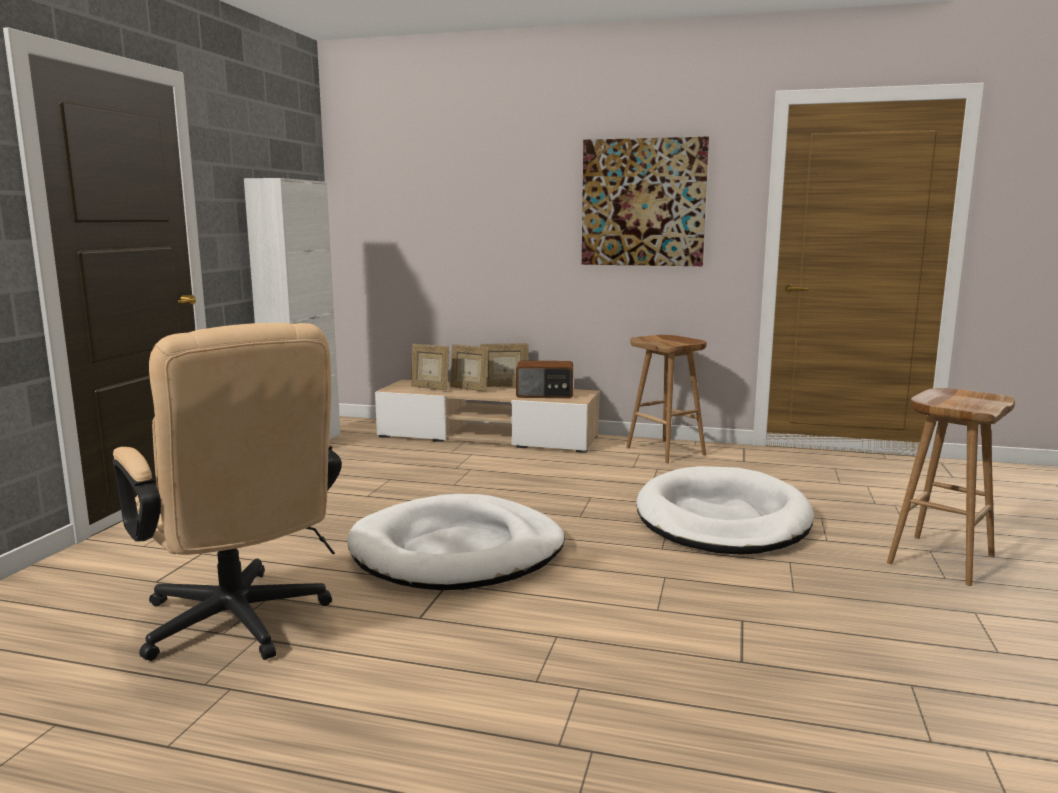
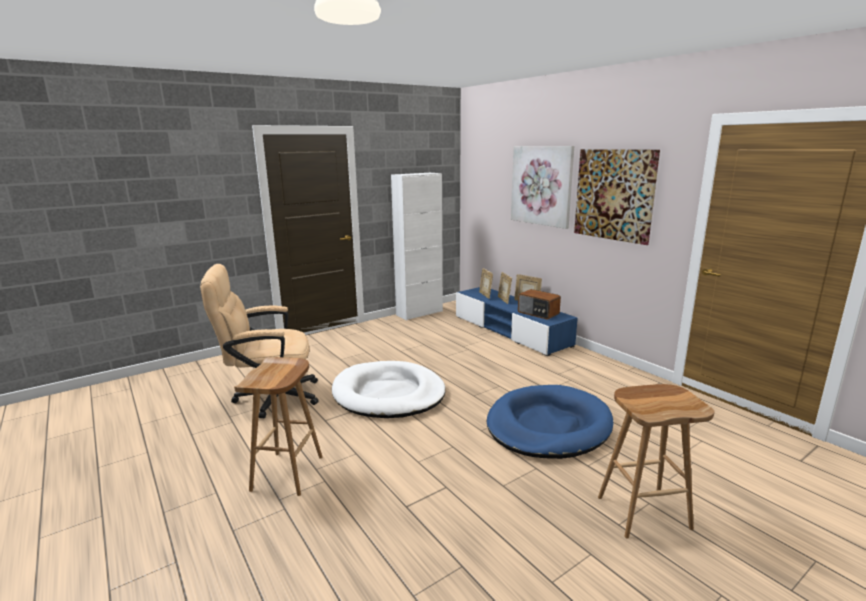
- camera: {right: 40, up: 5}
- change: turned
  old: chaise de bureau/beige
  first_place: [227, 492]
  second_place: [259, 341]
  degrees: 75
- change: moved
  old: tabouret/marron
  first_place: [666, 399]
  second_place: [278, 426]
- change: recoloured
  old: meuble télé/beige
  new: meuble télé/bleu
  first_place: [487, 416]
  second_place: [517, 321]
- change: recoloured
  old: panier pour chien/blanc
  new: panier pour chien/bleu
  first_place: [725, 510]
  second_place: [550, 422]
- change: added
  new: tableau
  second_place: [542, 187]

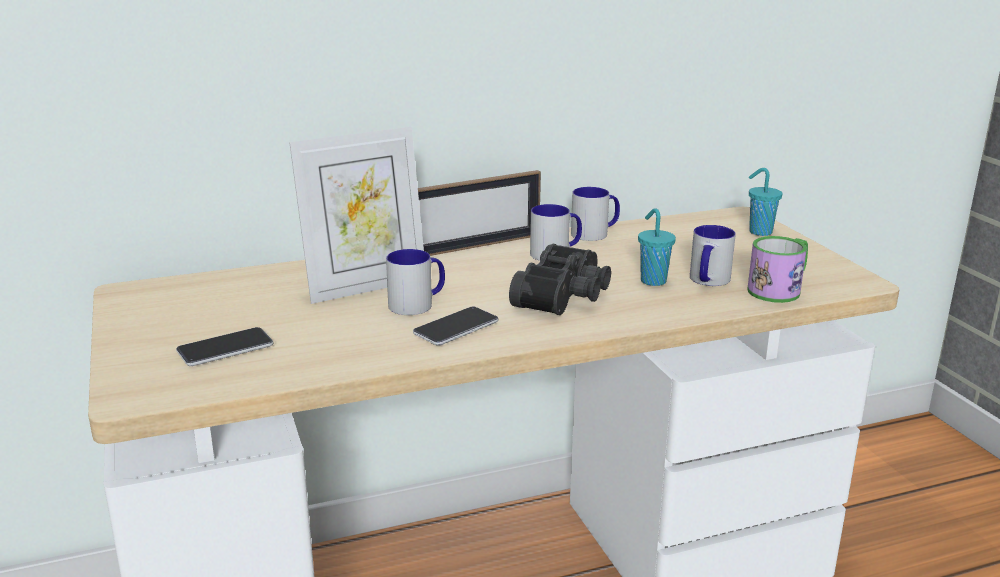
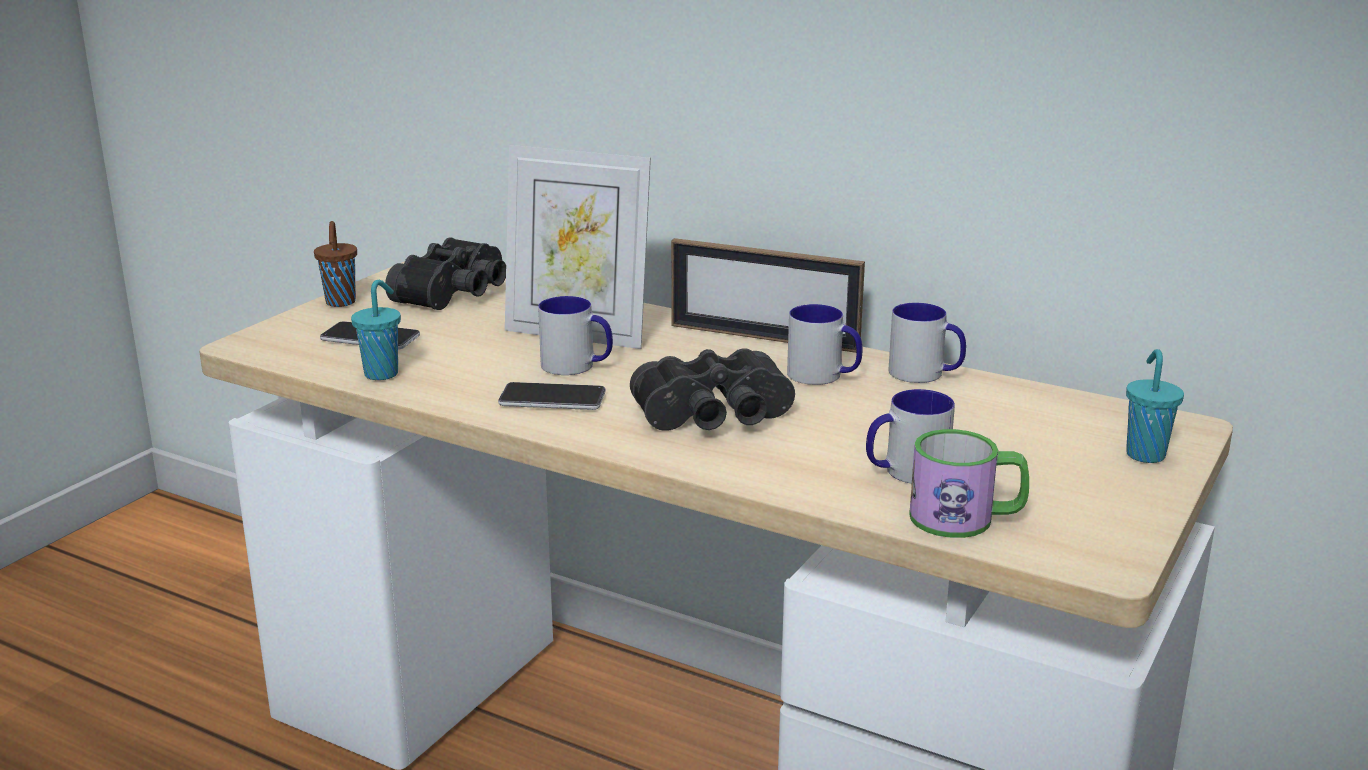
- camera: {right: 50, up: 0}
- change: added
  new: tasse/marron
  second_place: [335, 264]
- change: moved
  old: tasse/turquoise
  first_place: [657, 247]
  second_place: [376, 330]
- change: added
  new: jumelles/noir
  second_place: [445, 273]

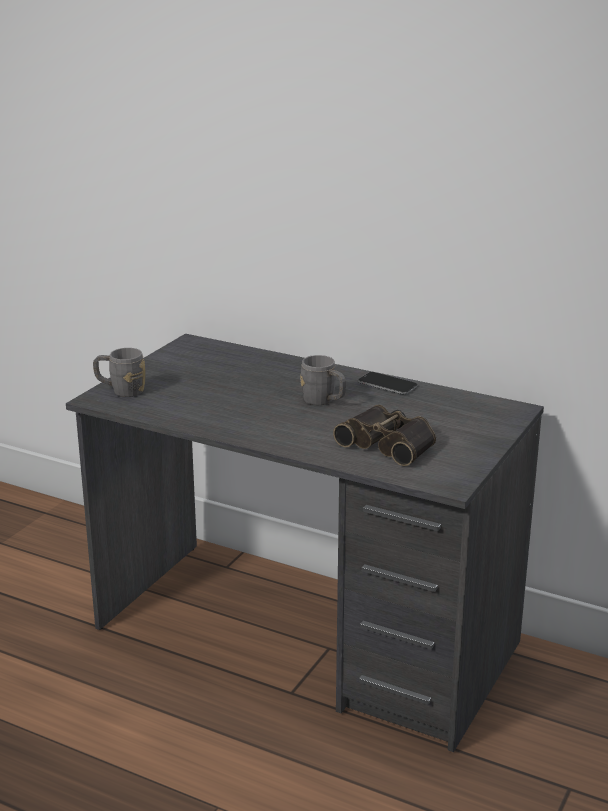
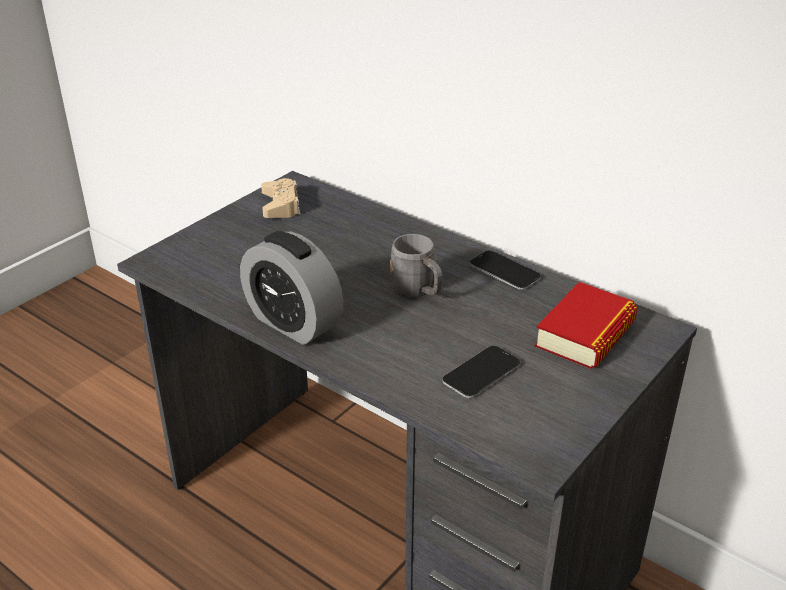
- camera: {right: 10, up: 10}
- change: added
  new: réveil
  second_place: [291, 288]
- change: added
  new: manette/beige
  second_place: [281, 198]
- change: replaced
  old: jumelles
  new: téléphone
  first_place: [384, 435]
  second_place: [481, 372]
- change: added
  new: livre
  second_place: [586, 325]
- change: removed
  old: mug/gris
  first_place: [119, 372]

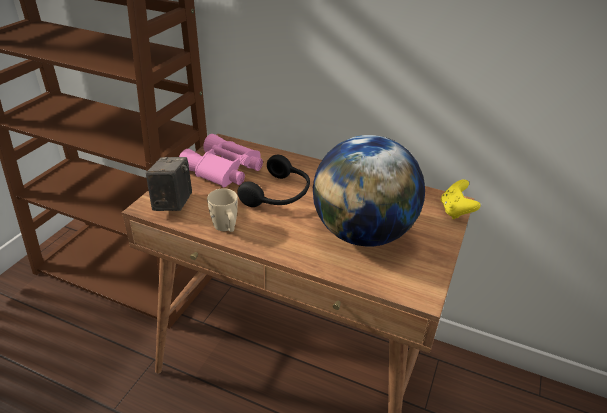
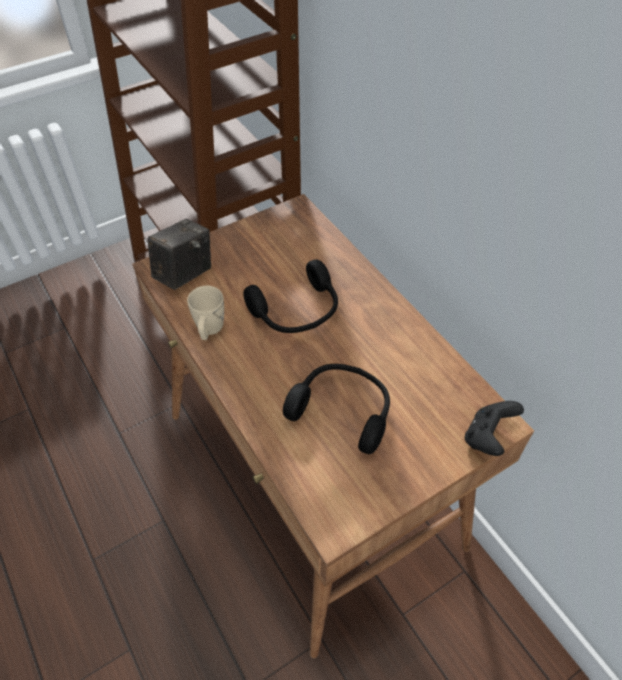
- camera: {right: 35, up: 15}
- change: replaced
  old: globe
  new: casque audio/noir
  first_place: [369, 190]
  second_place: [336, 409]
- change: recoloured
  old: manette/jaune
  new: manette/noir
  first_place: [461, 199]
  second_place: [494, 428]
- change: removed
  old: jumelles/rose
  first_place: [221, 160]

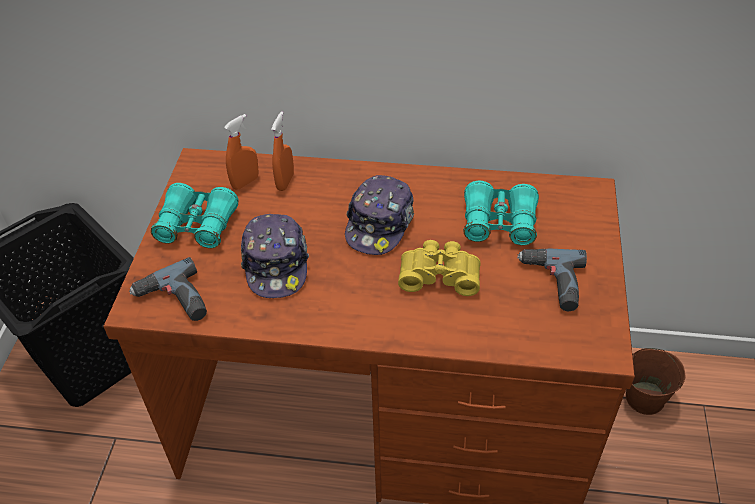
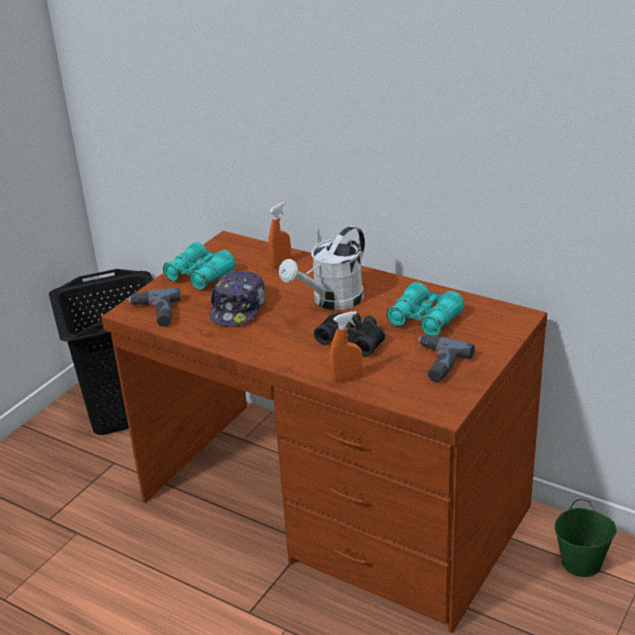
- camera: {right: 25, up: -15}
- change: replaced
  old: casquette
  new: arrosoir/blanc
  first_place: [379, 215]
  second_place: [322, 268]
- change: recoloured
  old: jumelles/jaune
  new: jumelles/noir
  first_place: [439, 268]
  second_place: [349, 333]
- change: moved
  old: vaporisateur/orange
  first_place: [241, 152]
  second_place: [346, 347]
- change: recoloured
  old: seau/marron
  new: seau/vert
  first_place: [656, 381]
  second_place: [586, 538]

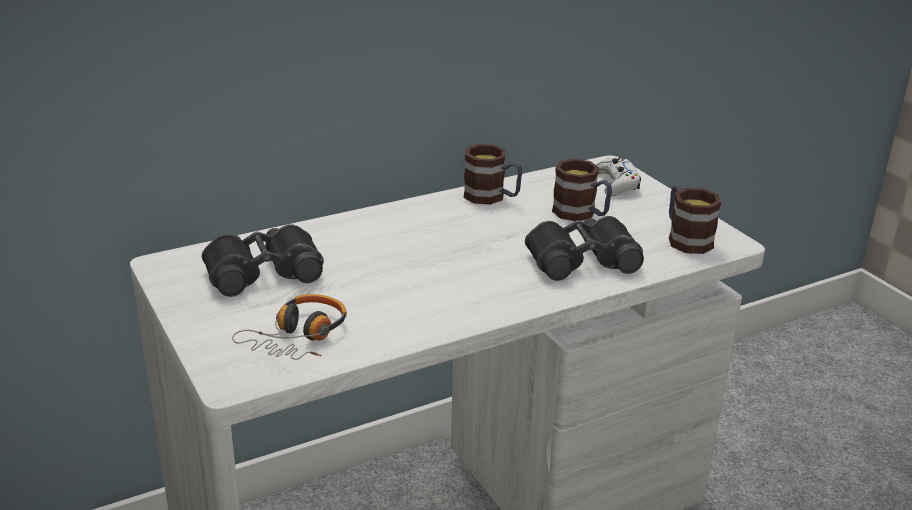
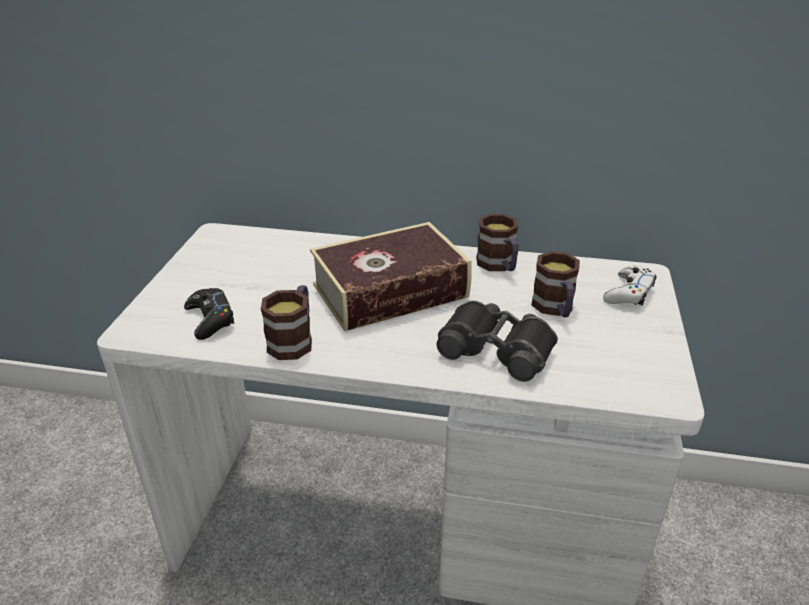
- camera: {right: 40, up: 5}
- change: replaced
  old: casque audio
  new: manette/noir
  first_place: [289, 327]
  second_place: [209, 314]
- change: moved
  old: mug
  first_place: [695, 220]
  second_place: [286, 322]
- change: added
  new: livre
  second_place: [391, 276]
- change: removed
  old: jumelles/noir
  first_place: [263, 261]

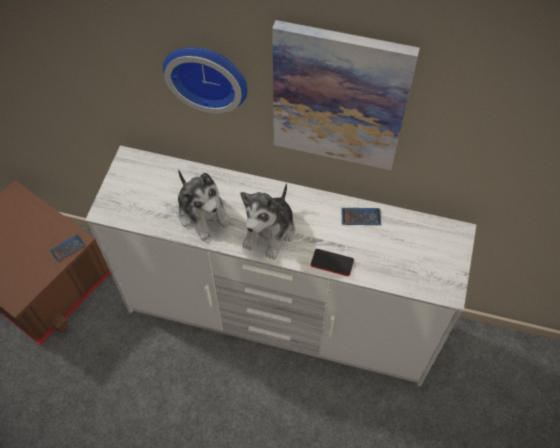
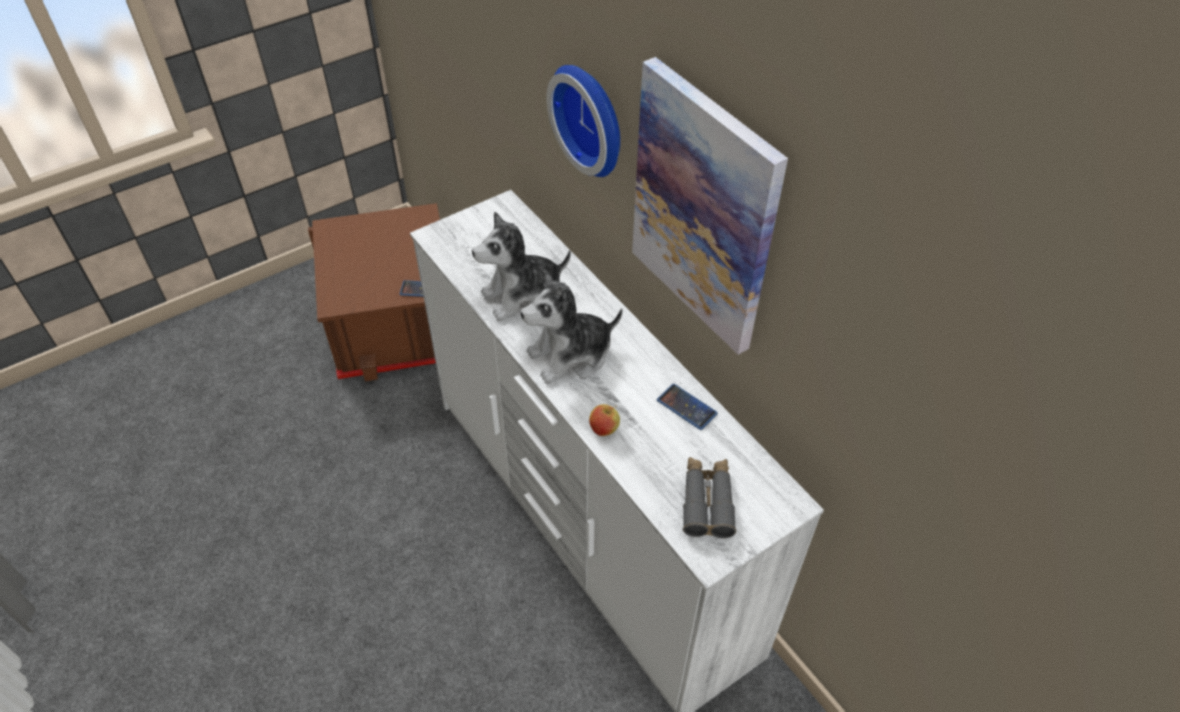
- camera: {right: 40, up: -10}
- change: turned
  old: peluche
  first_place: [205, 205]
  second_place: [521, 266]
  degrees: 60
- change: replaced
  old: téléphone
  new: pomme
  first_place: [332, 262]
  second_place: [604, 420]
- change: added
  new: jumelles/gris
  second_place: [709, 497]

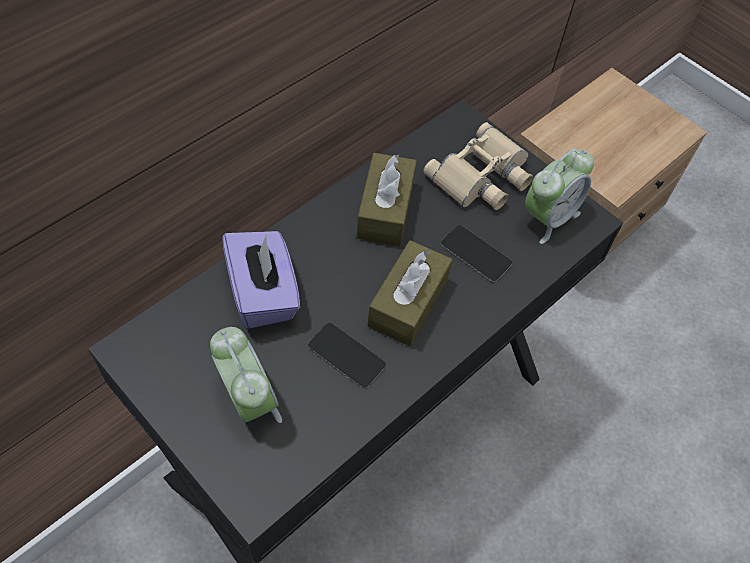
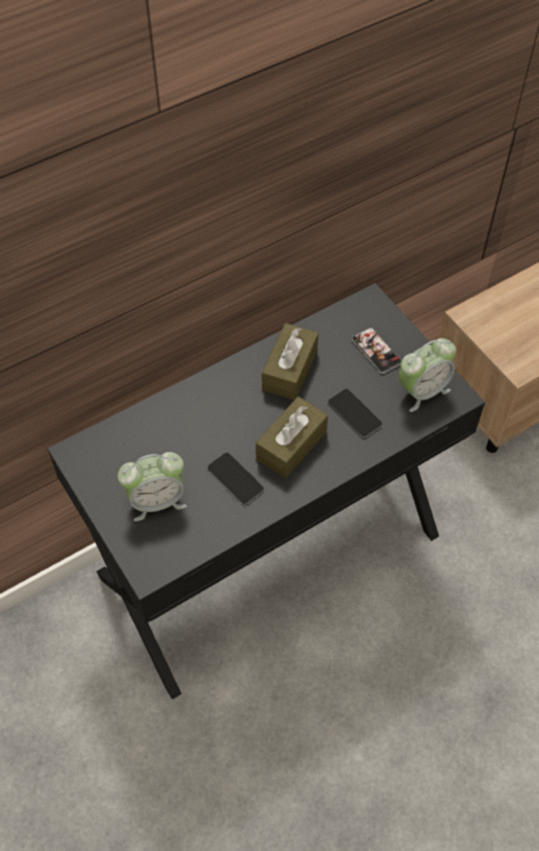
- camera: {right: 15, up: 0}
- change: turned
  old: réveil
  first_place: [246, 375]
  second_place: [152, 486]
  degrees: 90
- change: replaced
  old: jumelles/beige
  new: téléphone
  first_place: [478, 166]
  second_place: [376, 351]
- change: removed
  old: boîte à mouchoirs/violet
  first_place: [261, 280]

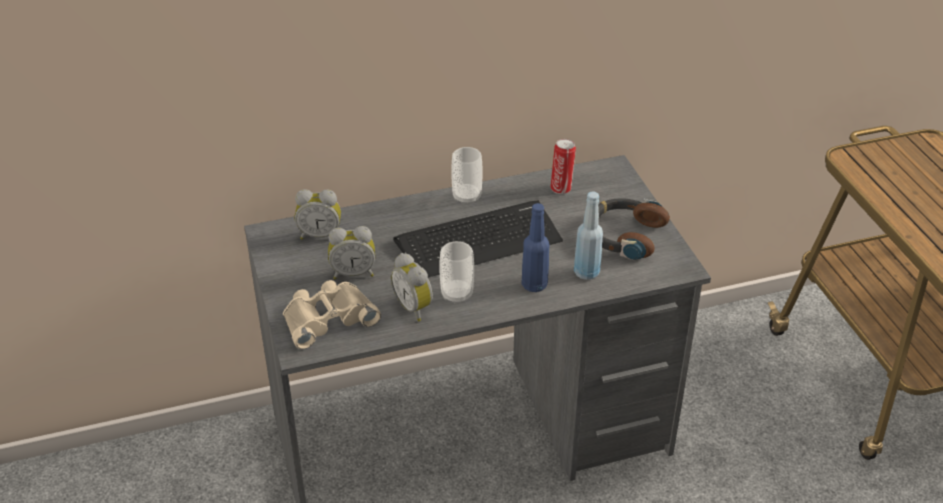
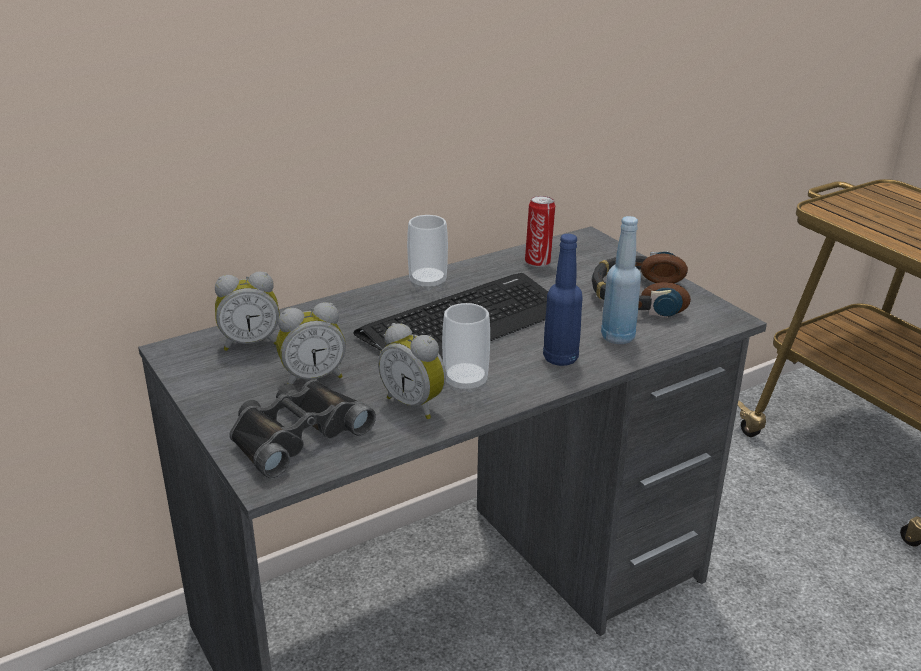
- camera: {right: -15, up: -10}
- change: recoloured
  old: jumelles/beige
  new: jumelles/noir
  first_place: [332, 314]
  second_place: [302, 429]

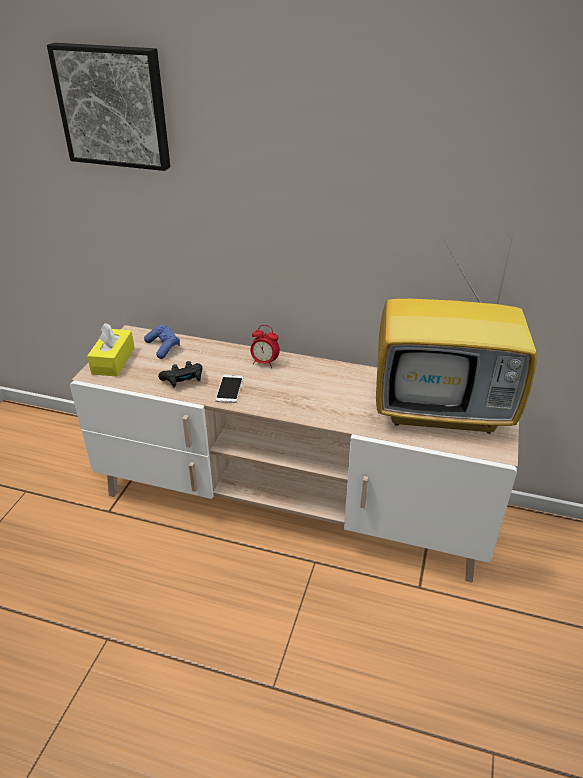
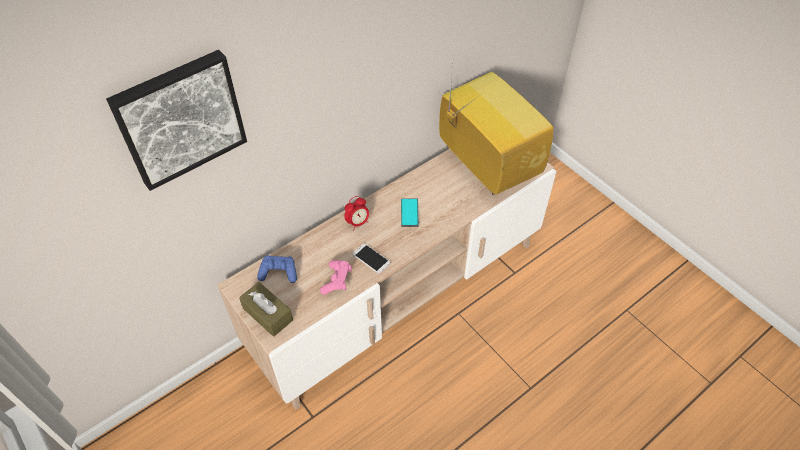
- camera: {right: -55, up: 15}
- change: recoloured
  old: boîte à mouchoirs/jaune
  new: boîte à mouchoirs/marron
  first_place: [111, 350]
  second_place: [266, 309]
- change: recoloured
  old: manette/noir
  new: manette/rose
  first_place: [180, 374]
  second_place: [336, 277]
- change: added
  new: téléphone
  second_place: [410, 212]
- change: turned
  old: téléviseur
  first_place: [456, 330]
  second_place: [496, 124]
  degrees: -75

